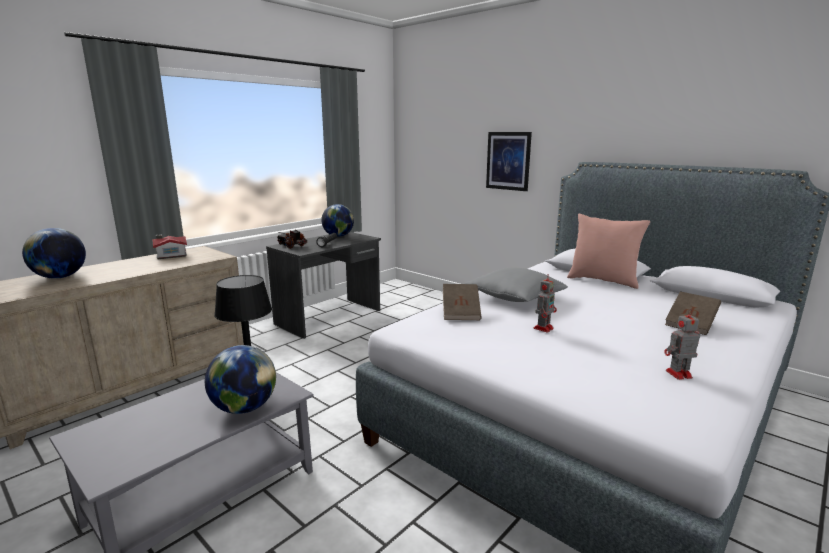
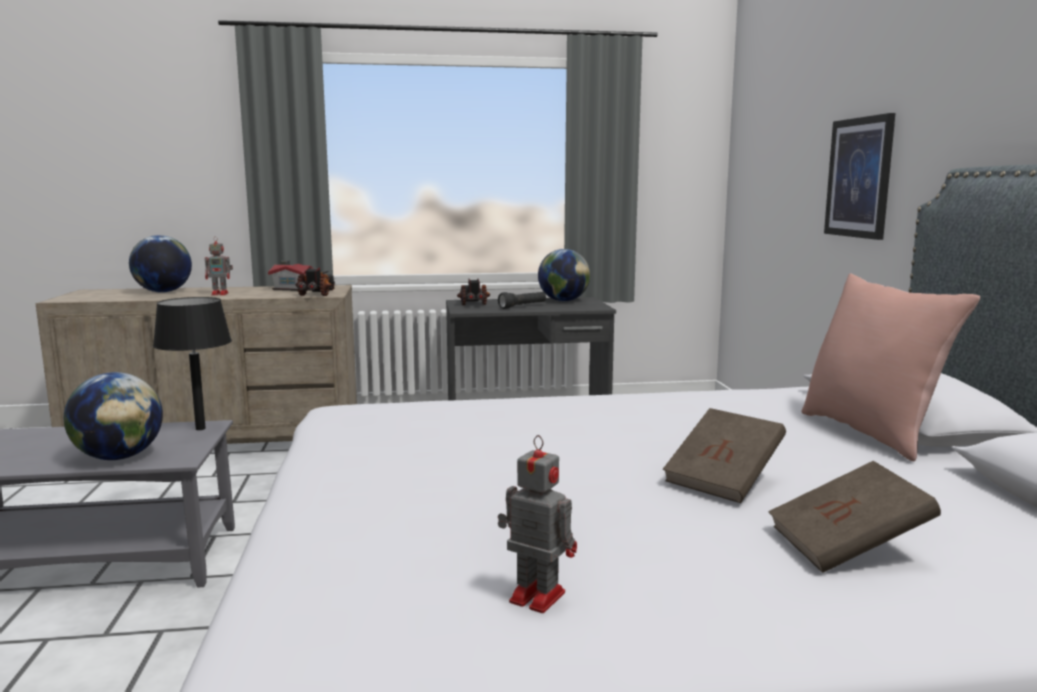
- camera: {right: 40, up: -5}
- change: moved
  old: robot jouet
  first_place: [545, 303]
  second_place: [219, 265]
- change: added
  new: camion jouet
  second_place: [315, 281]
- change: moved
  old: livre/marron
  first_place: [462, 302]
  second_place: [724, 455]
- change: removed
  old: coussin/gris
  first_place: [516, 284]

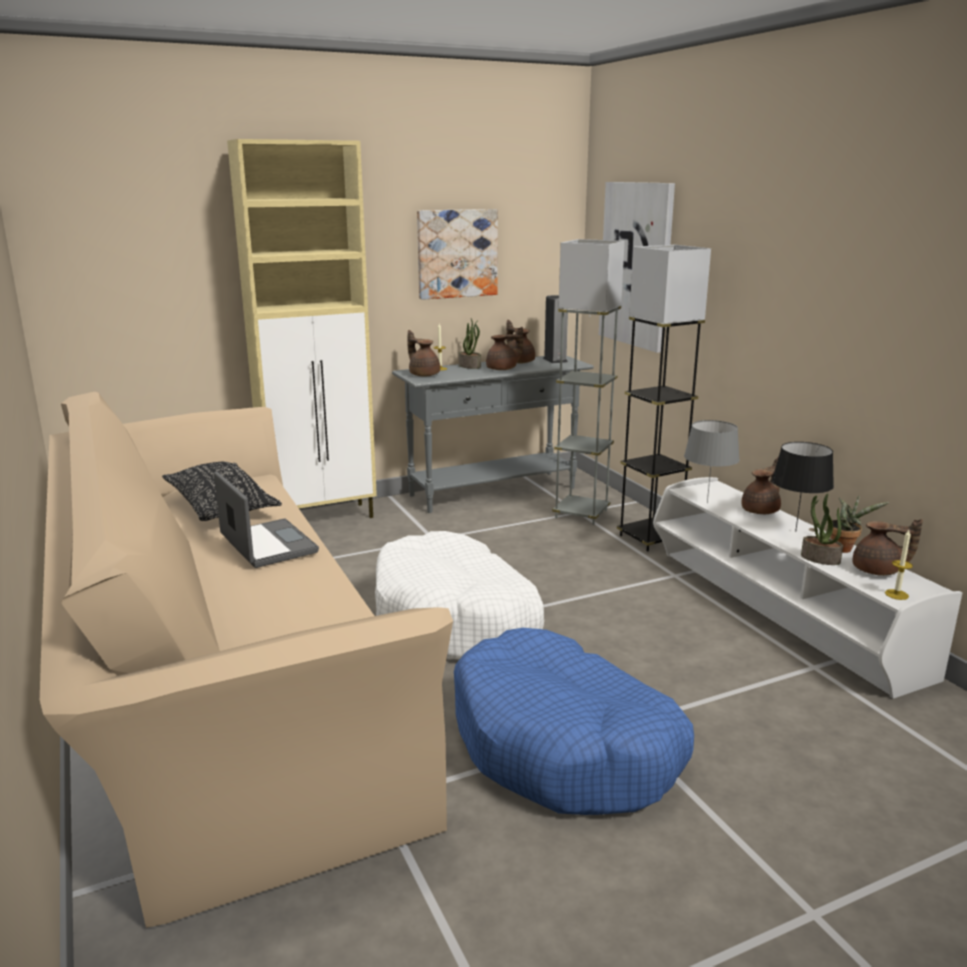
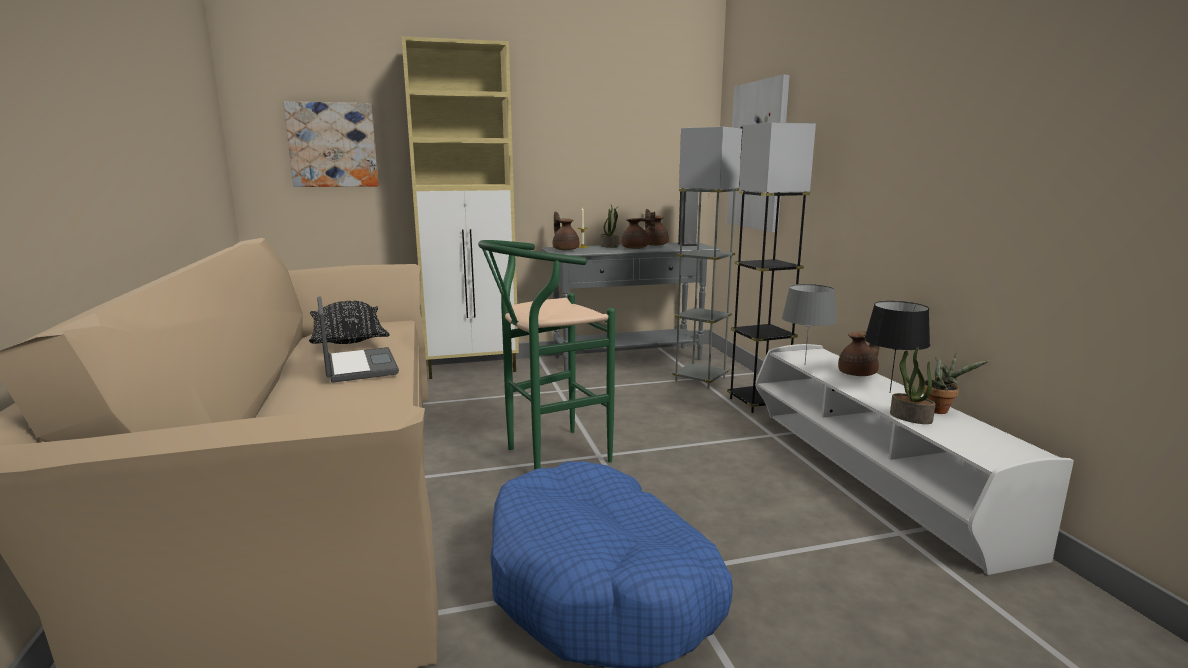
- camera: {right: 10, up: -5}
- change: moved
  old: tableau
  first_place: [457, 254]
  second_place: [331, 144]
- change: replaced
  old: panier pour chien/blanc
  new: tabouret/vert
  first_place: [459, 595]
  second_place: [546, 355]
- change: removed
  old: théière/marron
  first_place: [888, 547]
- change: removed
  old: bougie
  first_place: [899, 565]

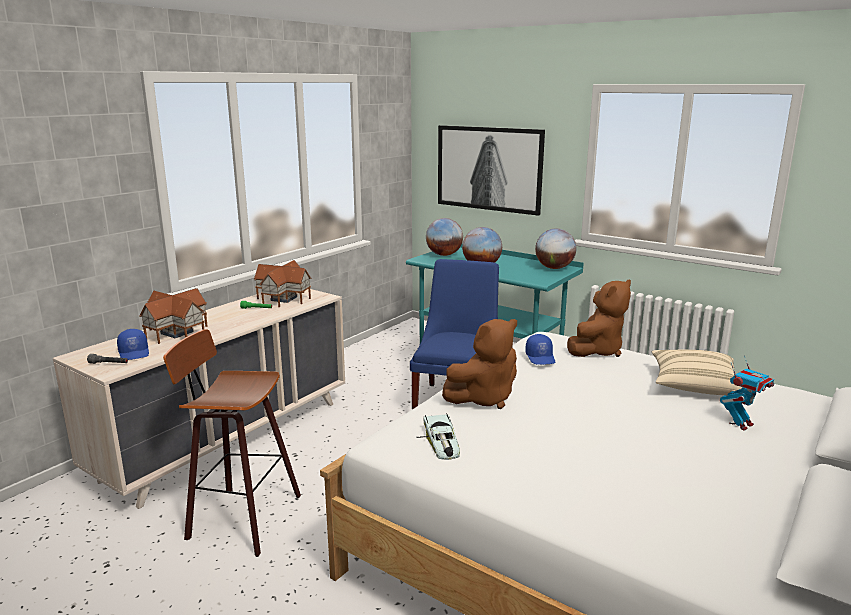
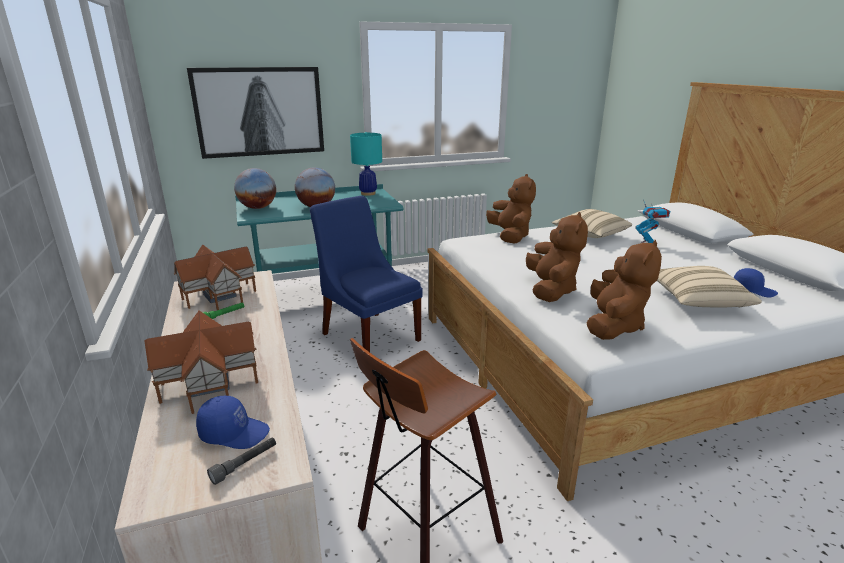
- camera: {right: -55, up: 5}
- change: replaced
  old: globe
  new: lampe de table/turquoise
  first_place: [555, 249]
  second_place: [366, 164]
- change: replaced
  old: petite voiture
  new: peluche/marron
  first_place: [438, 436]
  second_place: [624, 290]
- change: added
  new: coussin/beige
  second_place: [709, 287]
- change: moved
  old: casquette/bleu
  first_place: [540, 349]
  second_place: [756, 283]

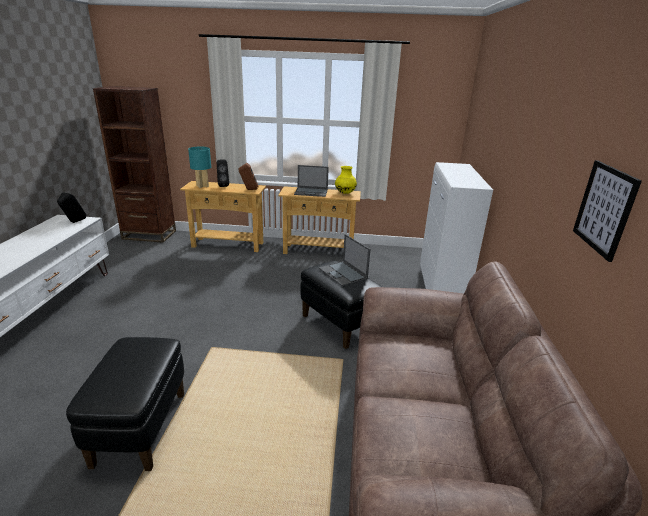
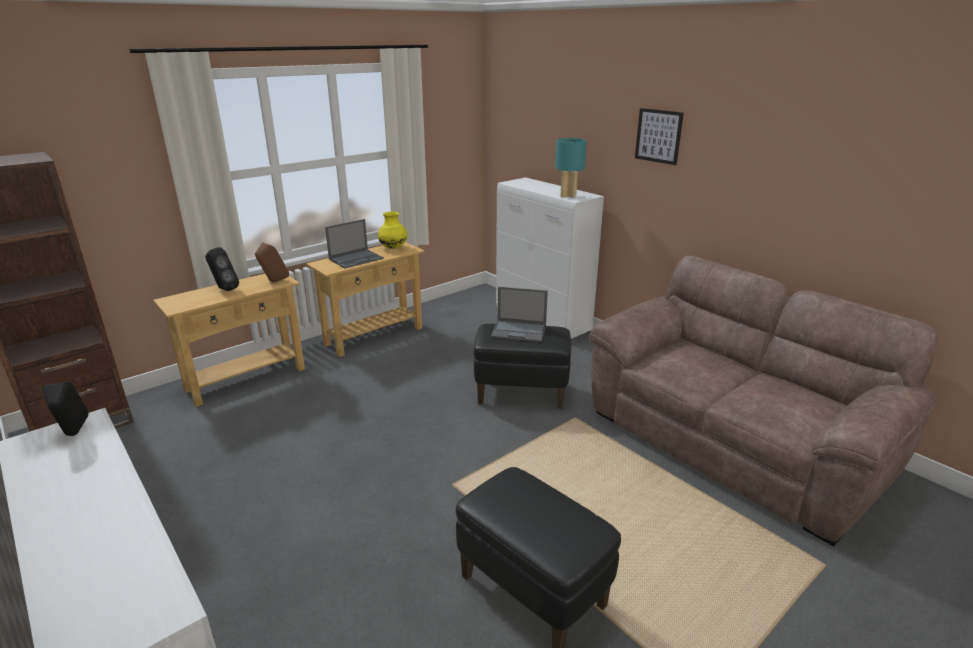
- camera: {right: -45, up: 0}
- change: moved
  old: lampe de table/turquoise
  first_place: [199, 167]
  second_place: [571, 168]
- change: moved
  old: tableau
  first_place: [607, 211]
  second_place: [659, 136]

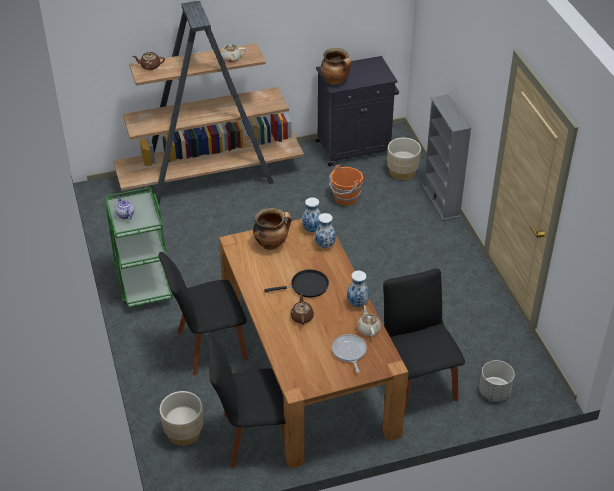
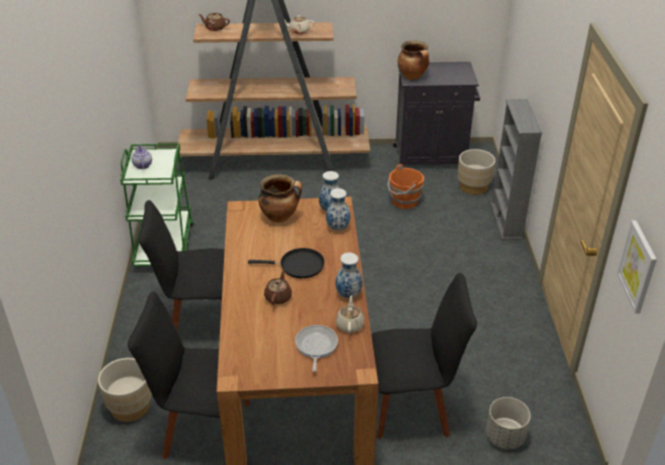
- camera: {right: 15, up: -5}
- change: turned
  old: chaise/noir
  first_place: [424, 342]
  second_place: [424, 356]
  degrees: 90
- change: added
  new: tableau
  second_place: [637, 267]

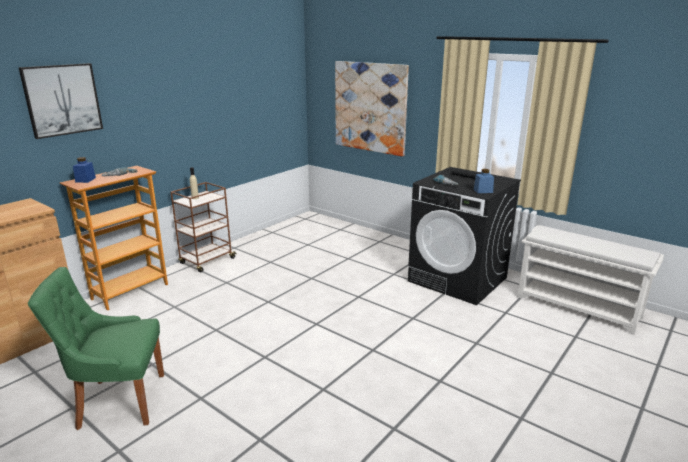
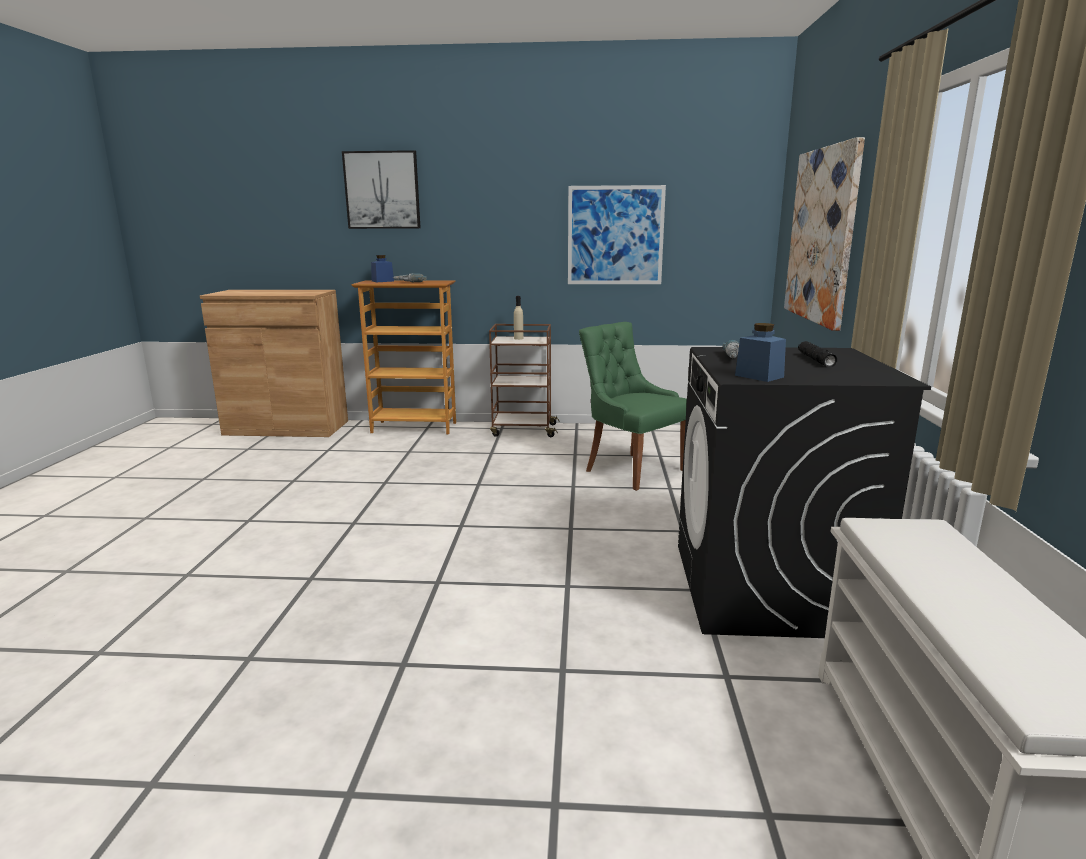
- camera: {right: 55, up: -5}
- change: added
  new: tableau
  second_place: [617, 234]
- change: moved
  old: chaise/vert
  first_place: [96, 348]
  second_place: [633, 406]

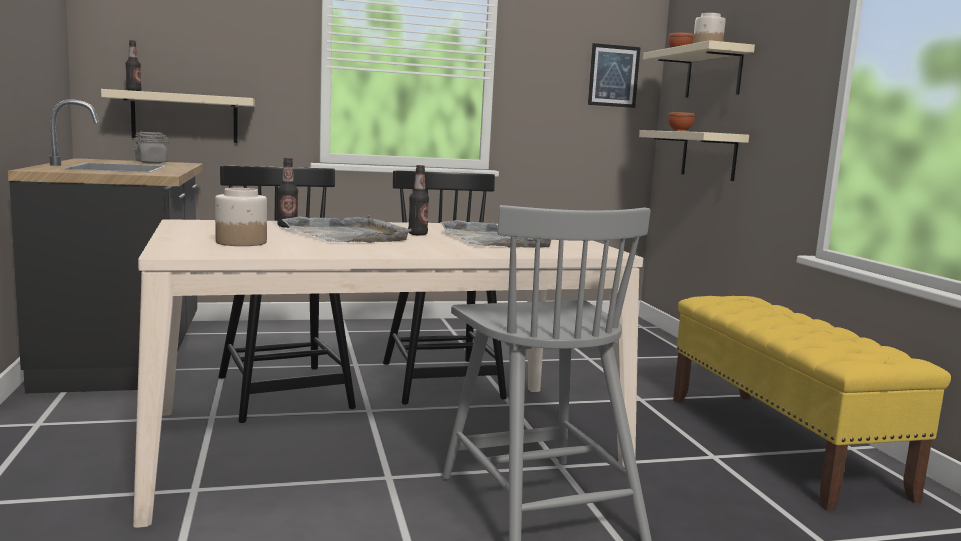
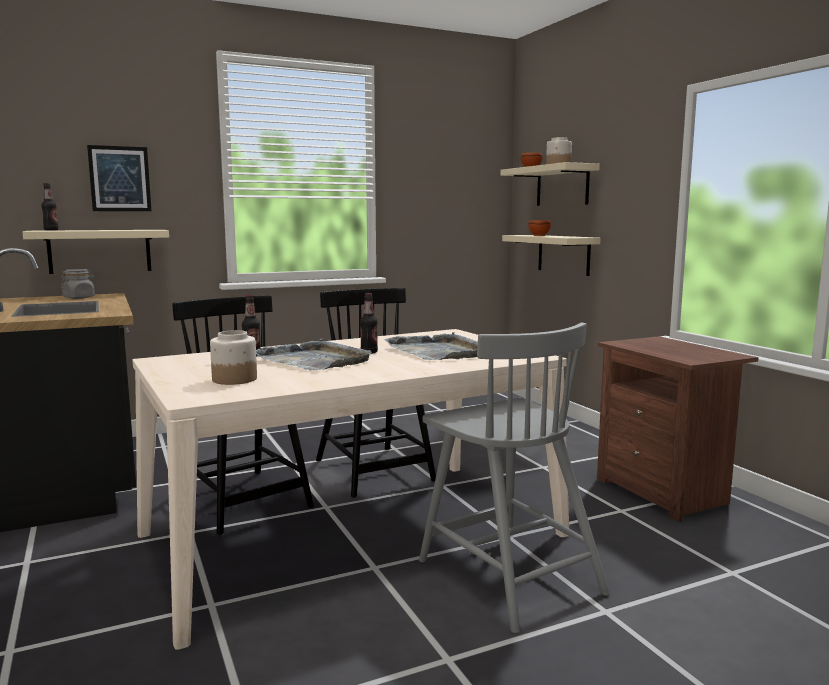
- camera: {right: -10, up: 0}
- change: moved
  old: tableau
  first_place: [614, 75]
  second_place: [119, 178]
- change: replaced
  old: banc/jaune
  new: table de chevet/marron
  first_place: [812, 403]
  second_place: [678, 429]

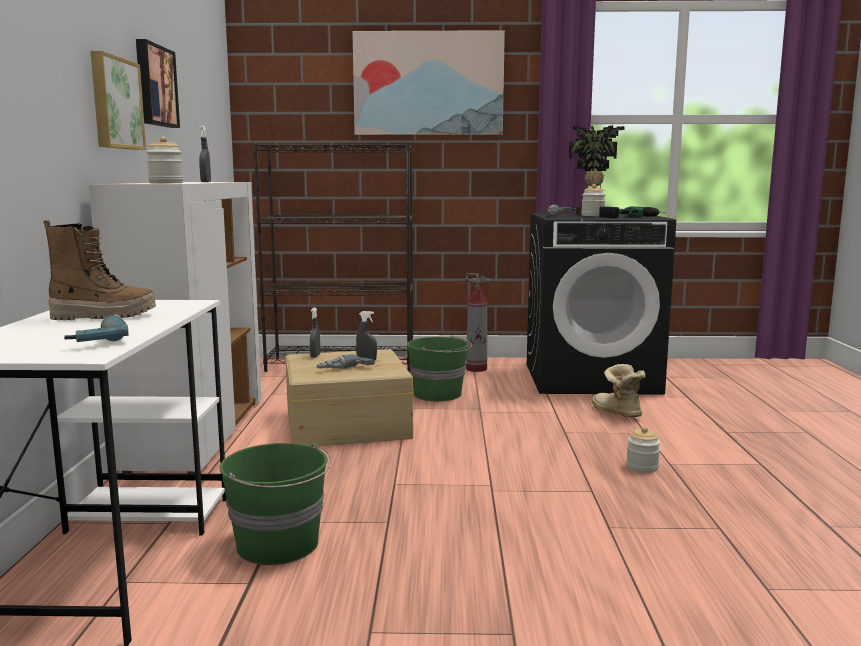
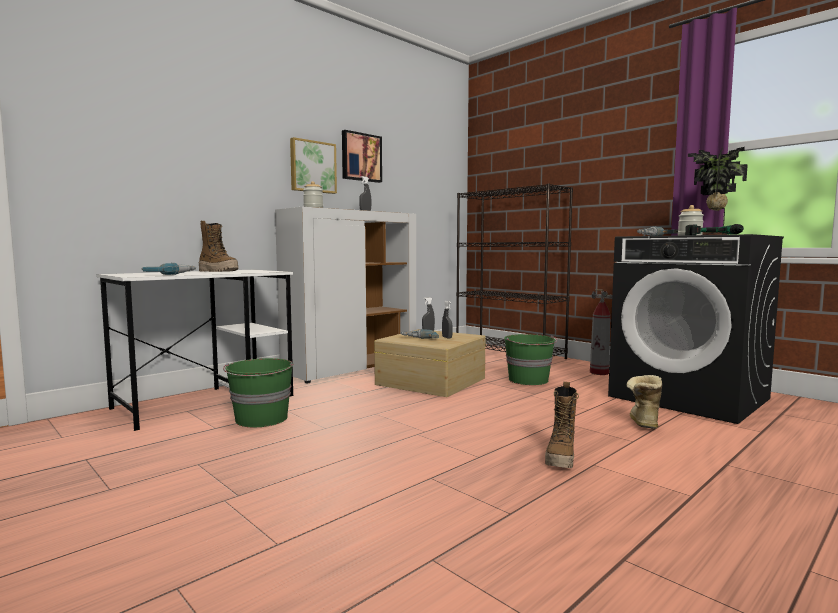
- camera: {right: 45, up: -5}
- change: replaced
  old: bocal
  new: botte
  first_place: [643, 450]
  second_place: [562, 425]
- change: removed
  old: tableau
  first_place: [428, 82]

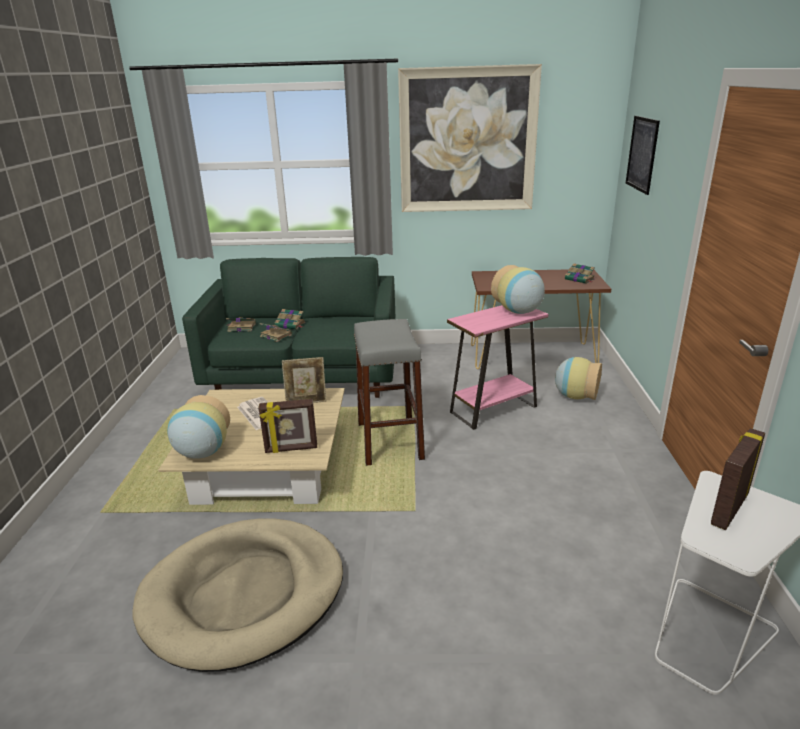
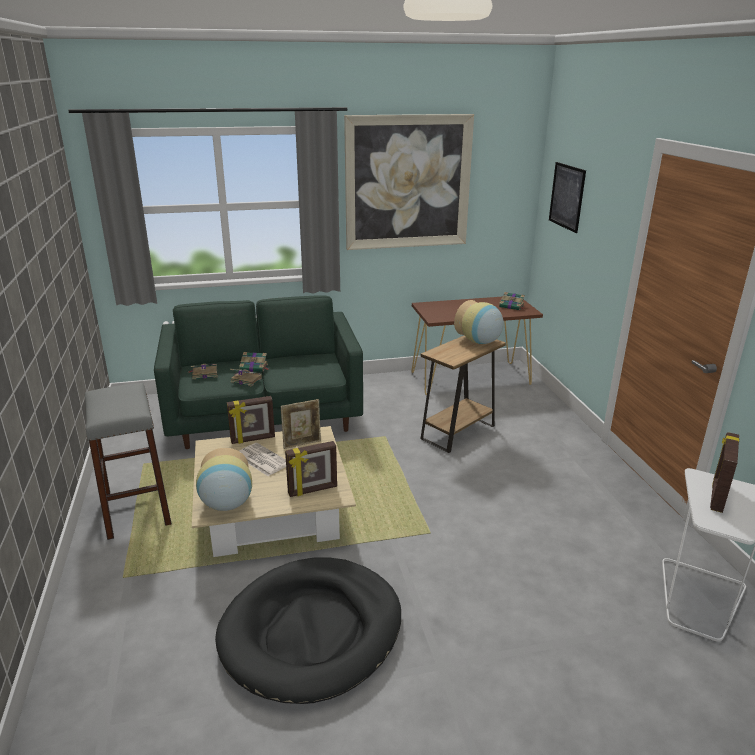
- camera: {right: -15, up: 0}
- change: moved
  old: tabouret/gris
  first_place: [389, 392]
  second_place: [128, 461]
- change: recoloured
  old: panier pour chien/beige
  new: panier pour chien/noir
  first_place: [238, 595]
  second_place: [308, 630]
- change: added
  new: cadre photo
  second_place: [251, 420]
- change: recoloured
  old: table d'appoint/rose
  new: table d'appoint/marron
  first_place: [497, 367]
  second_place: [463, 394]
- change: removed
  old: vase
  first_place: [578, 378]

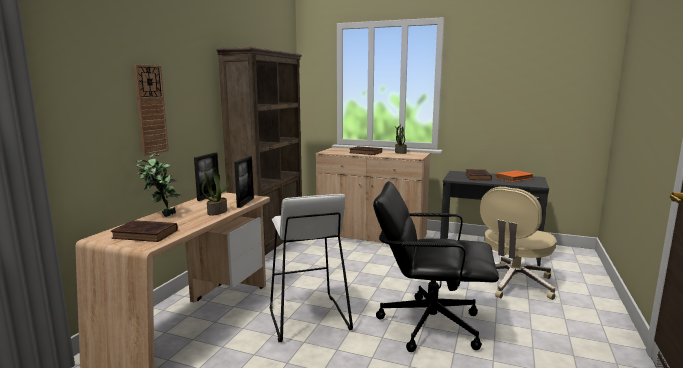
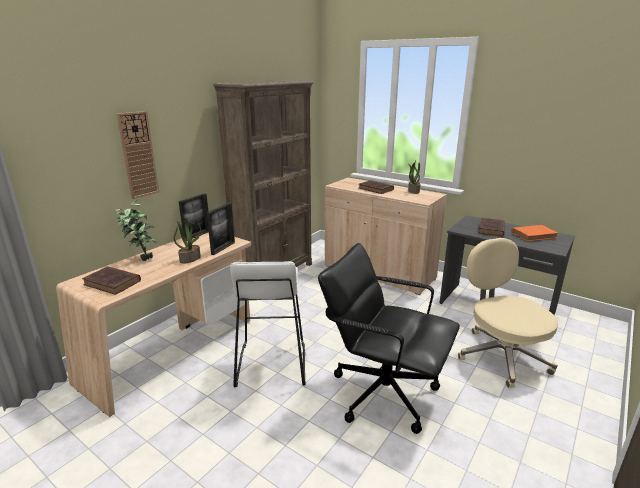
- camera: {right: 15, up: 10}
- change: turned
  old: chaise de bureau/beige
  first_place: [518, 243]
  second_place: [508, 313]
  degrees: 105

